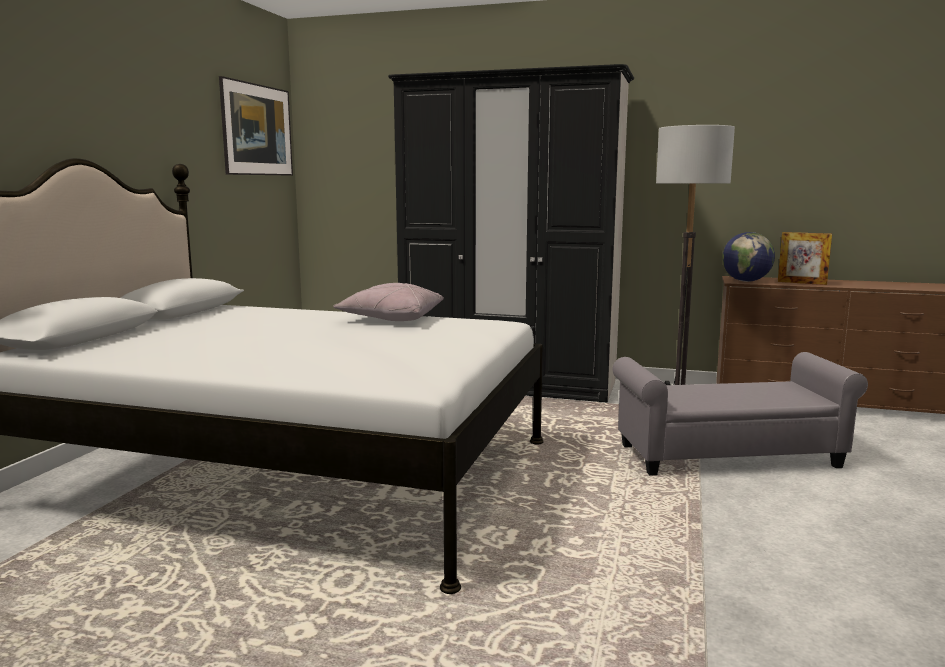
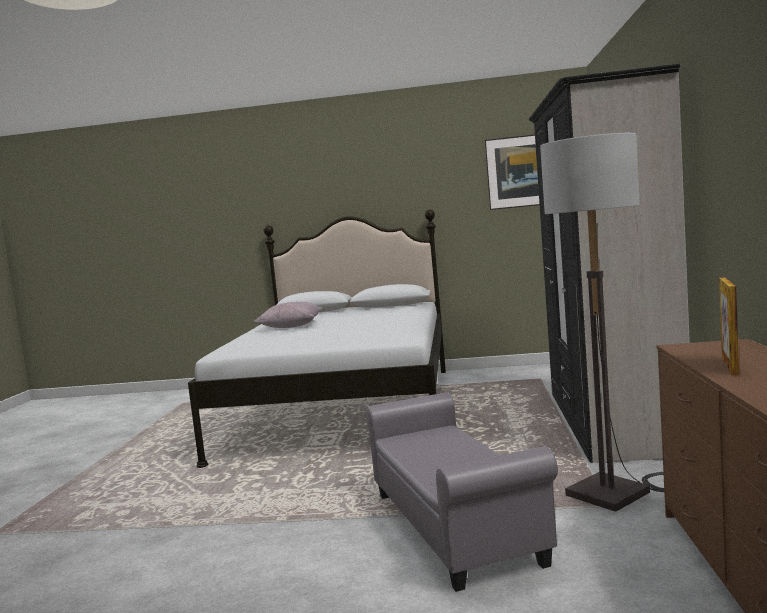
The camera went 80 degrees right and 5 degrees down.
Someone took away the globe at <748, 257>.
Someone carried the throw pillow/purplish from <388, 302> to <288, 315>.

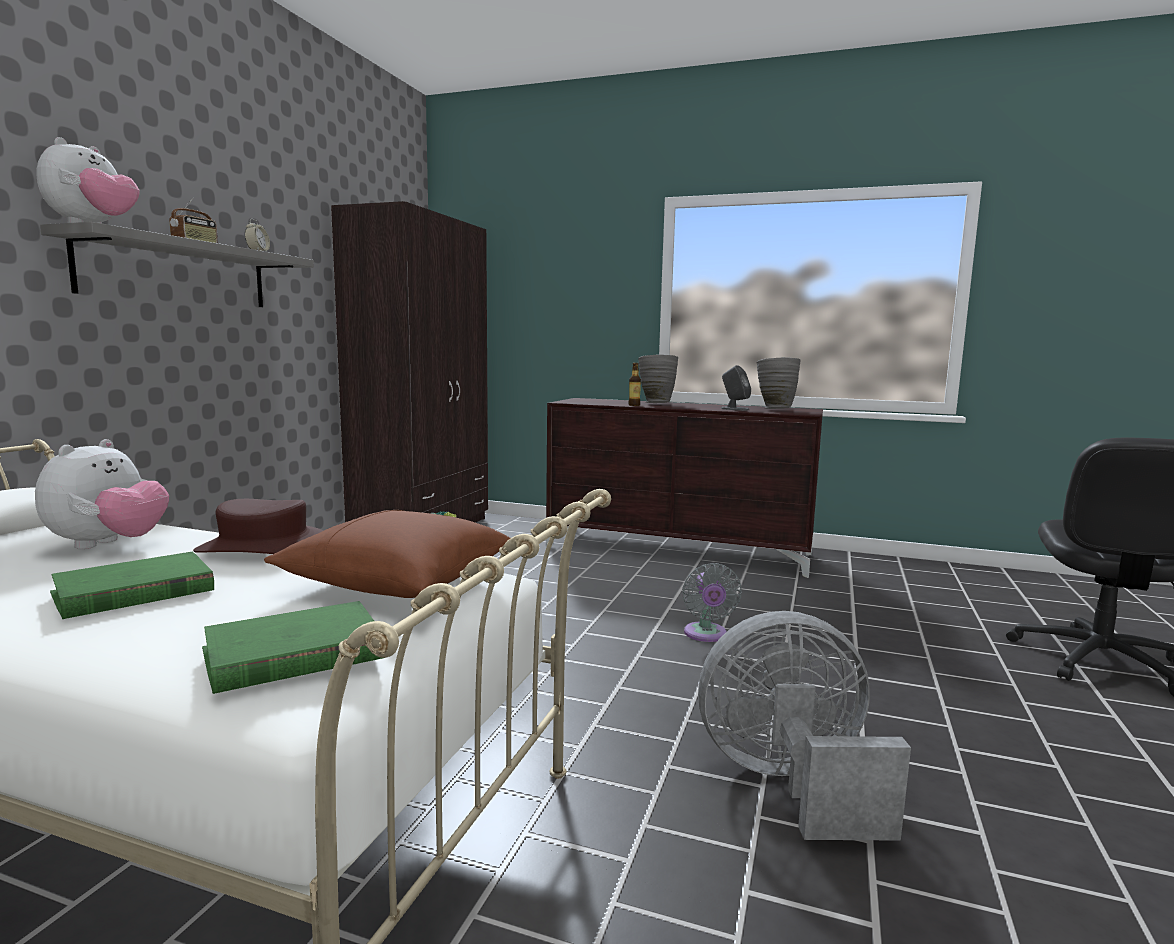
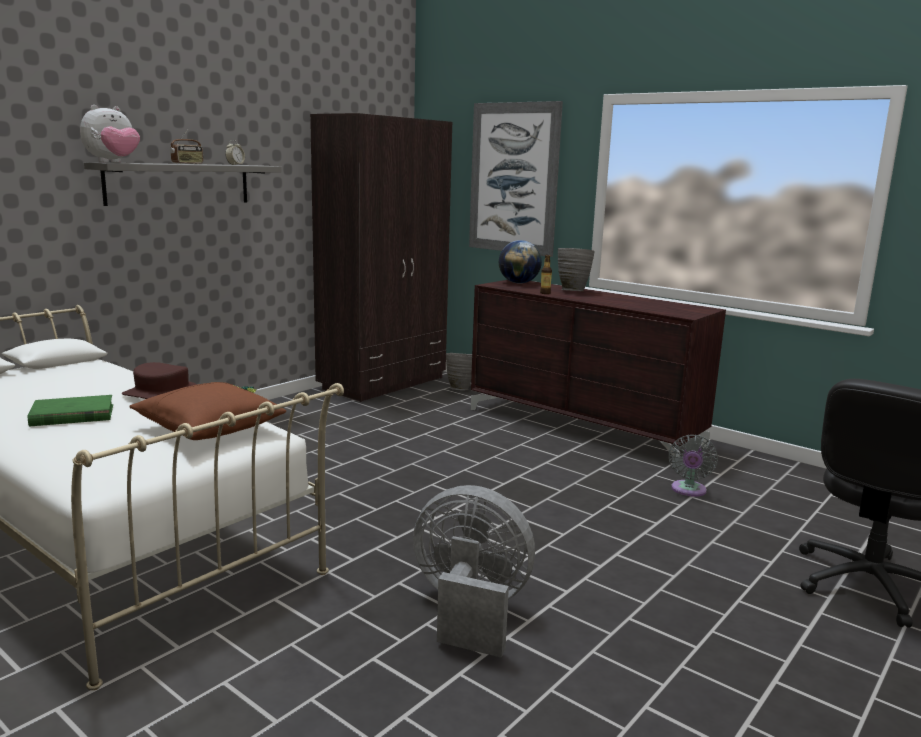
The camera went 20 degrees right and 5 degrees up.
Someone carried the decorative vase/gray from <778, 383> to <459, 371>.
Someone took away the loudspeaker/gray at <736, 388>.
Someone took away the soft toy at <102, 494>.
Someone carried the fan/gray from <712, 602> to <693, 466>.
Someone took away the volume/green-coloured at <292, 647>.
Someone put up the wall picture at <516, 179>.
Someone put down the globe at <520, 262>.

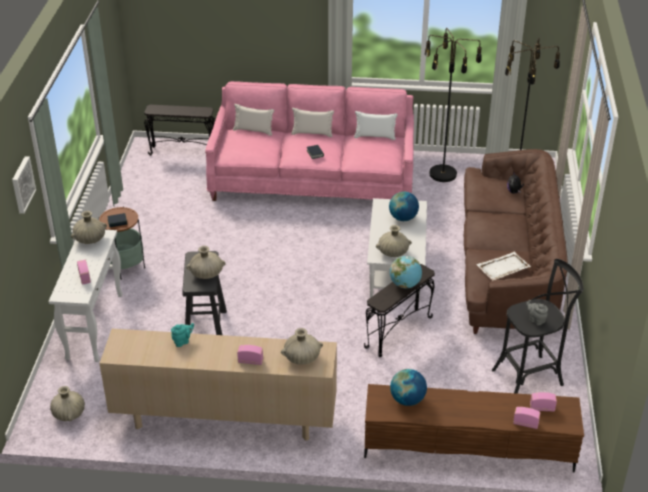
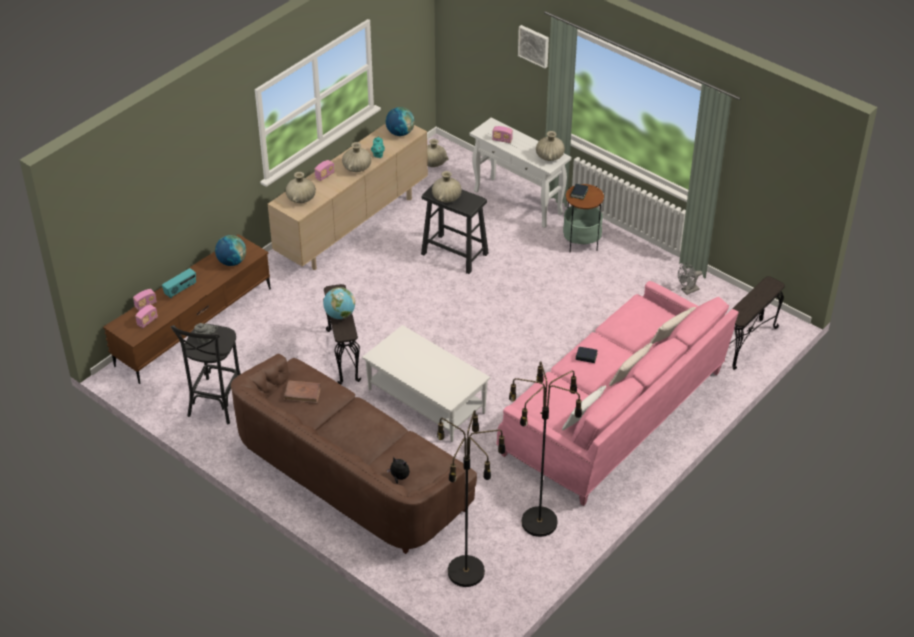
The camera went 125 degrees right and 5 degrees up.
Someone carried the globe from <404, 206> to <400, 121>.
Someone carried the decorative vase/beige from <394, 241> to <357, 157>.
Someone swapped the tray/white-coloured at <503, 266> for the volume/brownish at <302, 391>.
Someone put down the fan/gray at <690, 278>.
Someone put down the radio receiver at <179, 283>.

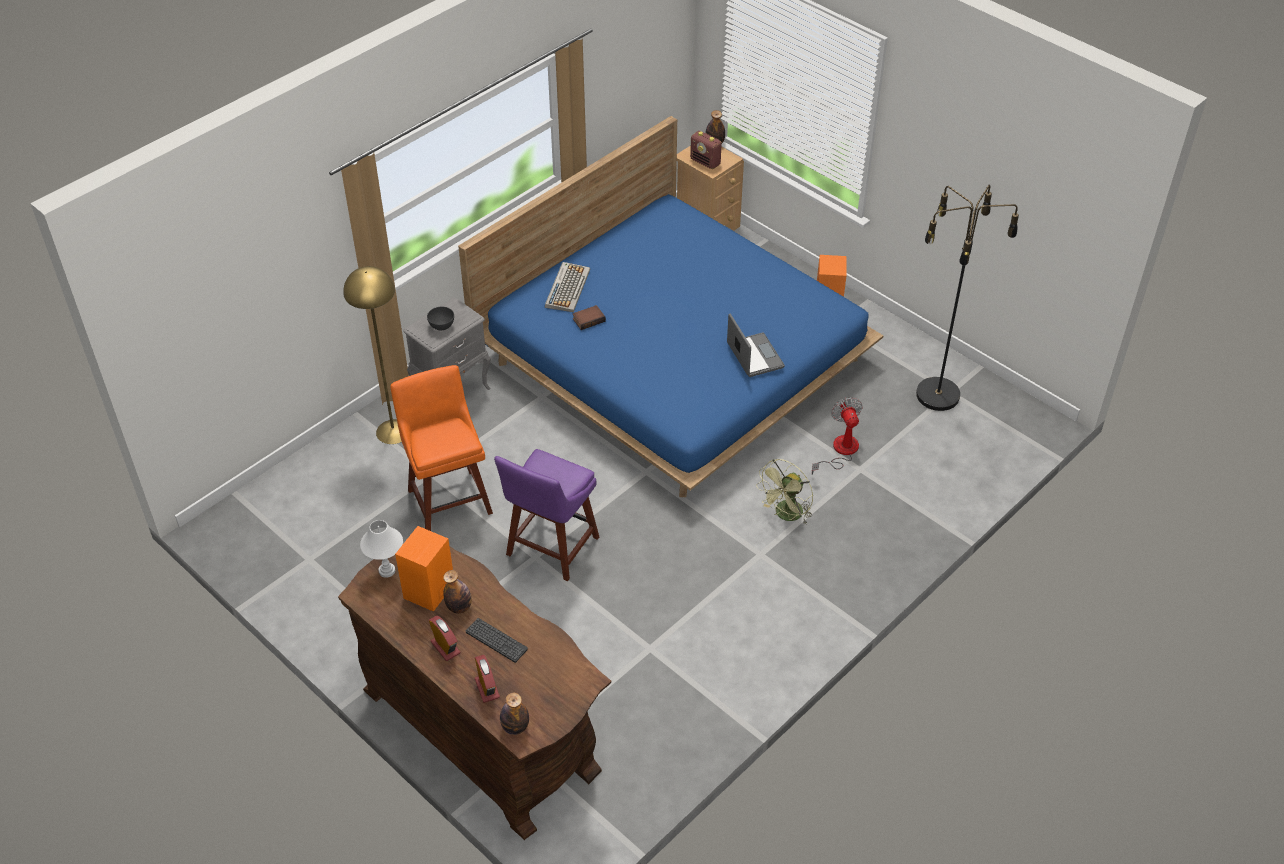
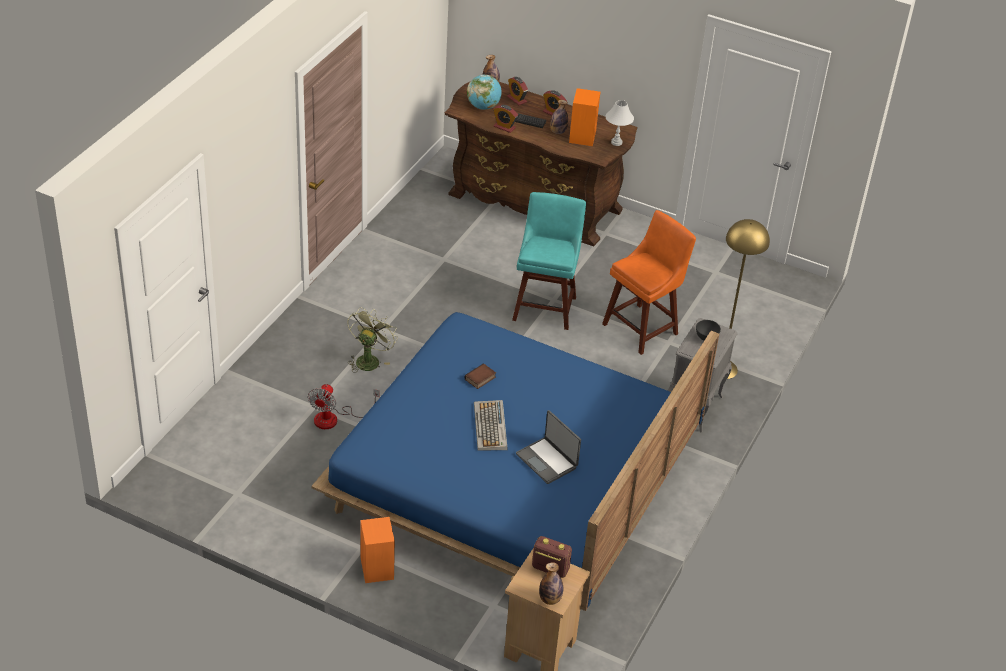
The camera went 160 degrees right and 5 degrees down.
Someone took away the standing lamp at <967, 297>.
Someone carried the computer keyboard from <567, 287> to <490, 425>.
Someone carried the volume from <589, 317> to <480, 376>.
Someone carried the laptop from <756, 345> to <548, 447>.
Someone rotated the chair/orange at <441, 448> by 90 degrees counterclockwise.
Someone rotated the fan at <837, 436> by 45 degrees clockwise.
Someone repainted the chair/purplish at <546, 515>, which became the chair/turquoise at <549, 261>.
Someone put down the globe at <484, 92>.
Someone put down the bedside clock at <505, 119>.

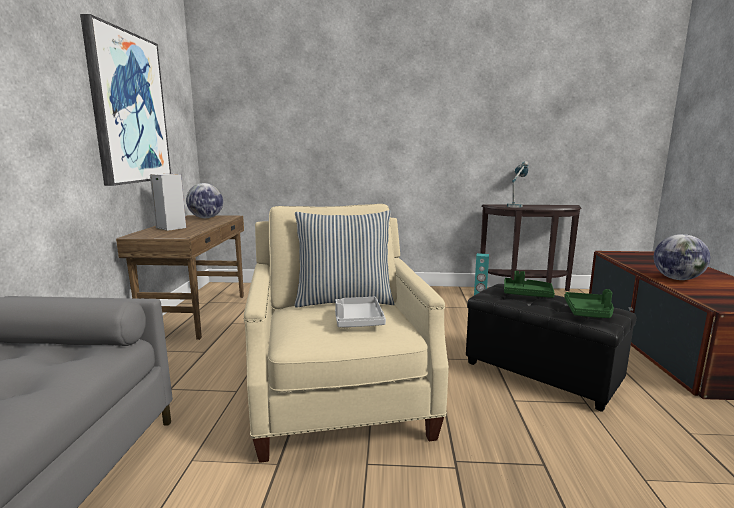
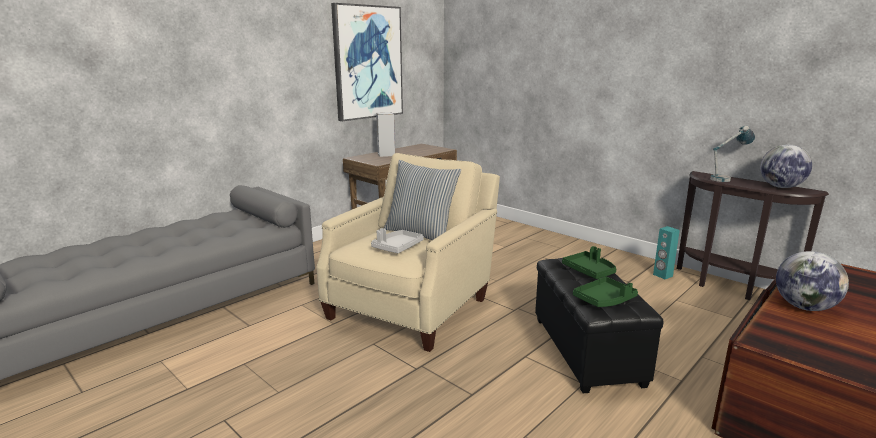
The camera went 40 degrees right and 5 degrees up.
Someone carried the globe from <204, 200> to <786, 166>.

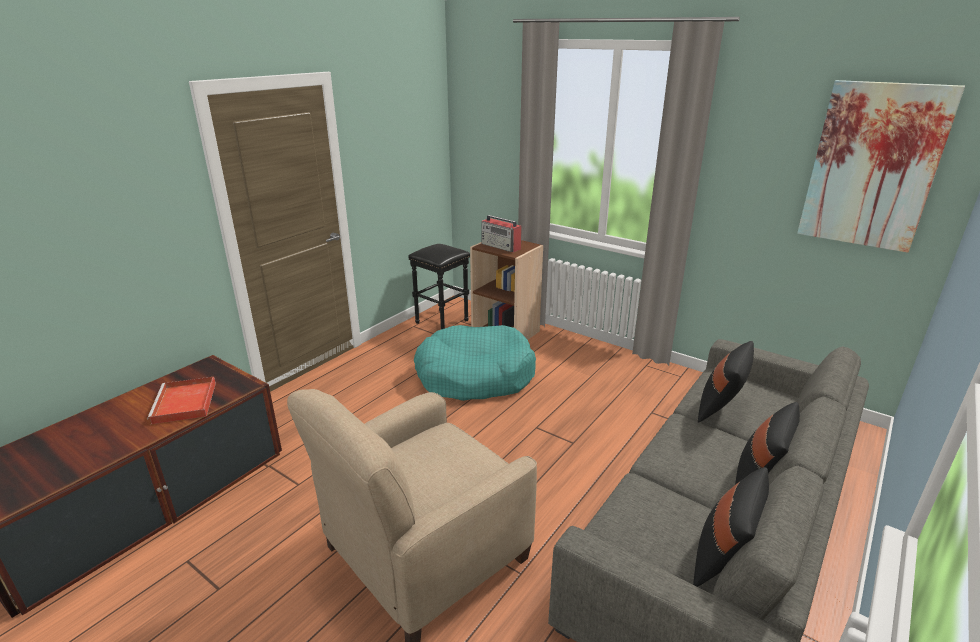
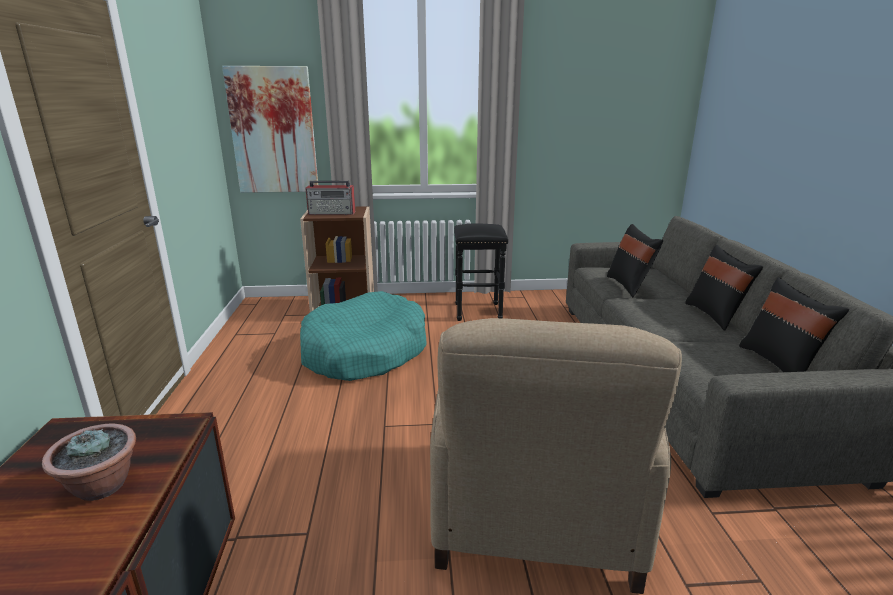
The camera went 40 degrees left and 5 degrees down.
Someone carried the wall picture from <881, 166> to <270, 129>.
Someone carried the stool/blackish from <439, 286> to <481, 272>.
Someone swapped the tray/reddish at <181, 400> for the plant in a pot at <89, 462>.

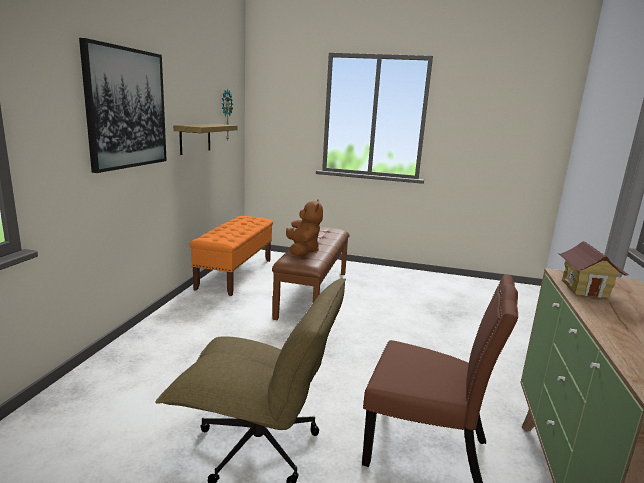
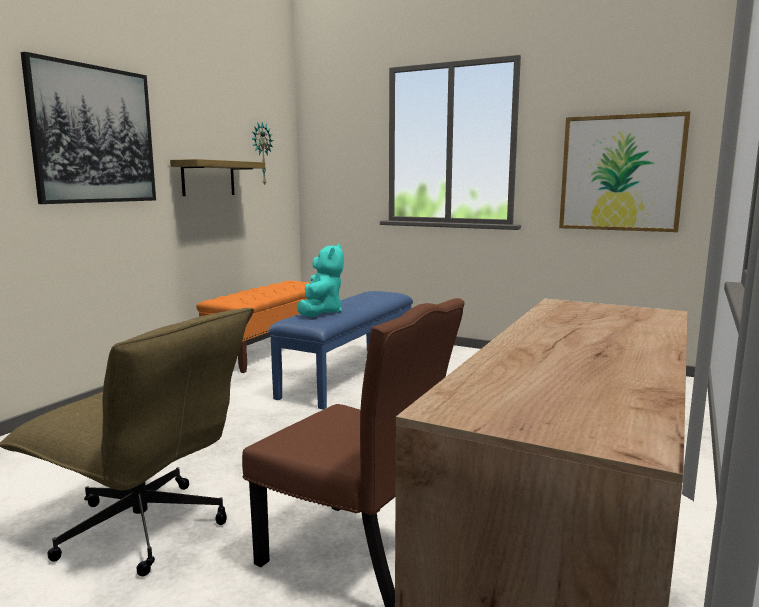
The camera went 15 degrees right and 5 degrees down.
Someone repainted the soft toy/brownish at <304, 228>, which became the soft toy/turquoise at <320, 280>.
Someone repainted the long seat/brownish at <310, 273>, which became the long seat/blue-coloured at <340, 350>.
Someone took away the toy house at <593, 269>.
Someone put up the wall picture at <624, 171>.

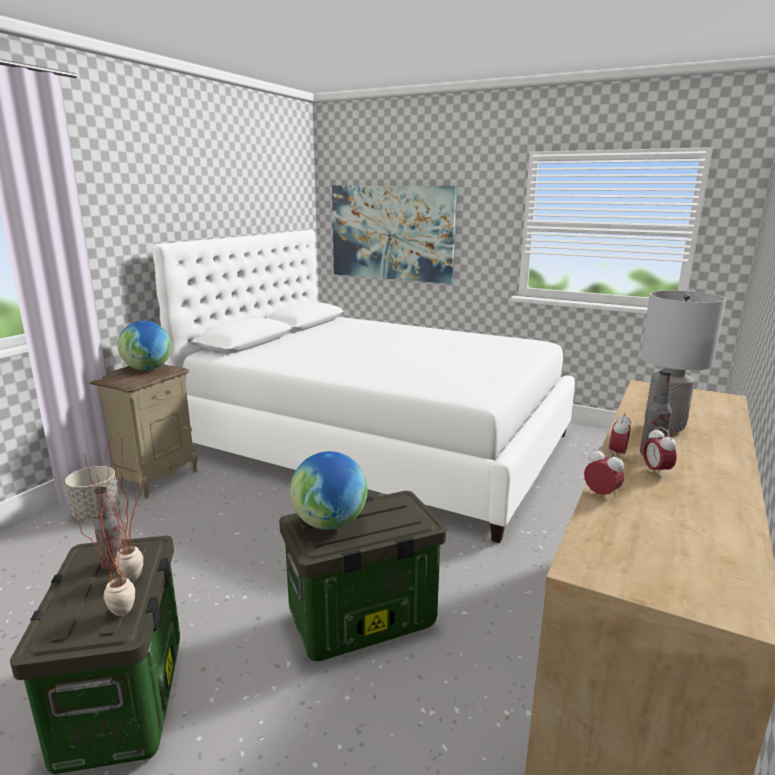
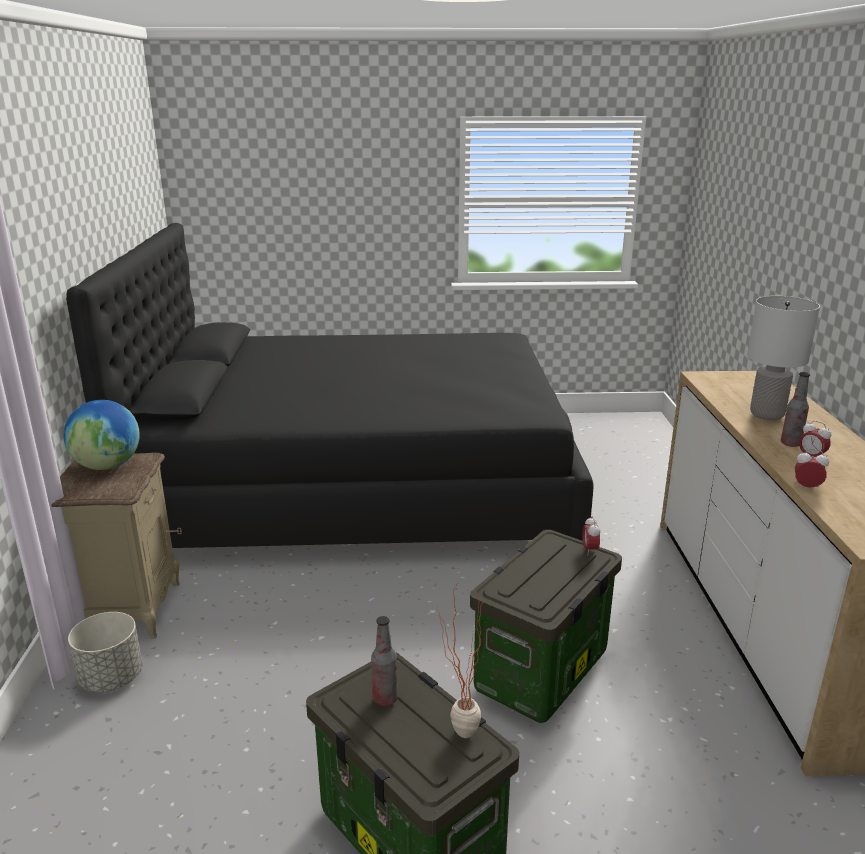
The camera went 30 degrees left and 5 degrees up.
Someone took away the wall picture at <394, 235>.
Someone repainted the bed/white-coloured at <363, 386>, which became the bed/blackish at <330, 385>.
Someone carried the bedside clock from <620, 435> to <591, 536>.
Someone took away the plant in a pot at <123, 506>.
Someone took away the globe at <329, 490>.

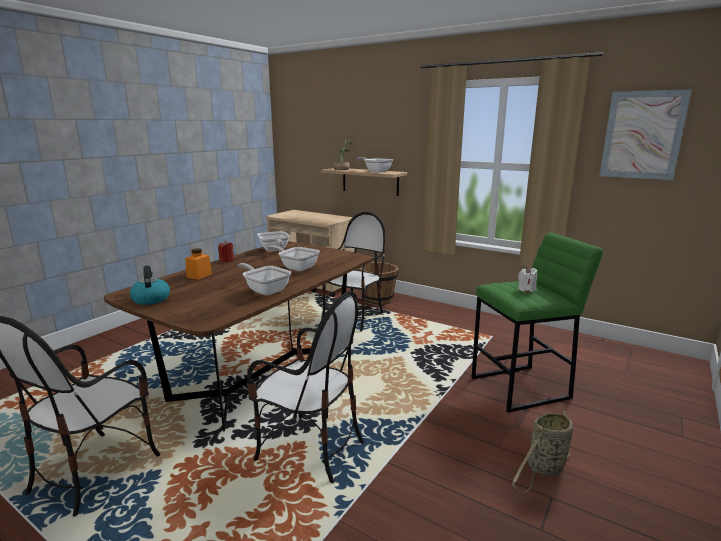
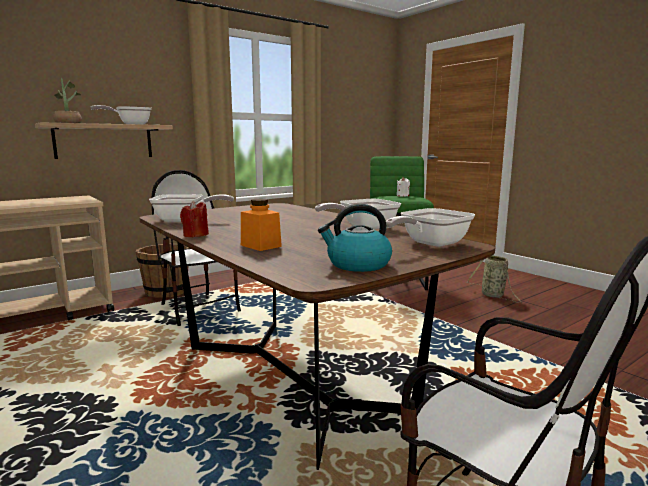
The camera went 70 degrees left and 5 degrees down.
Someone took away the wall picture at <645, 134>.
Someone carried the skillet from <293, 258> to <430, 227>.
Someone took away the chair at <305, 387>.

